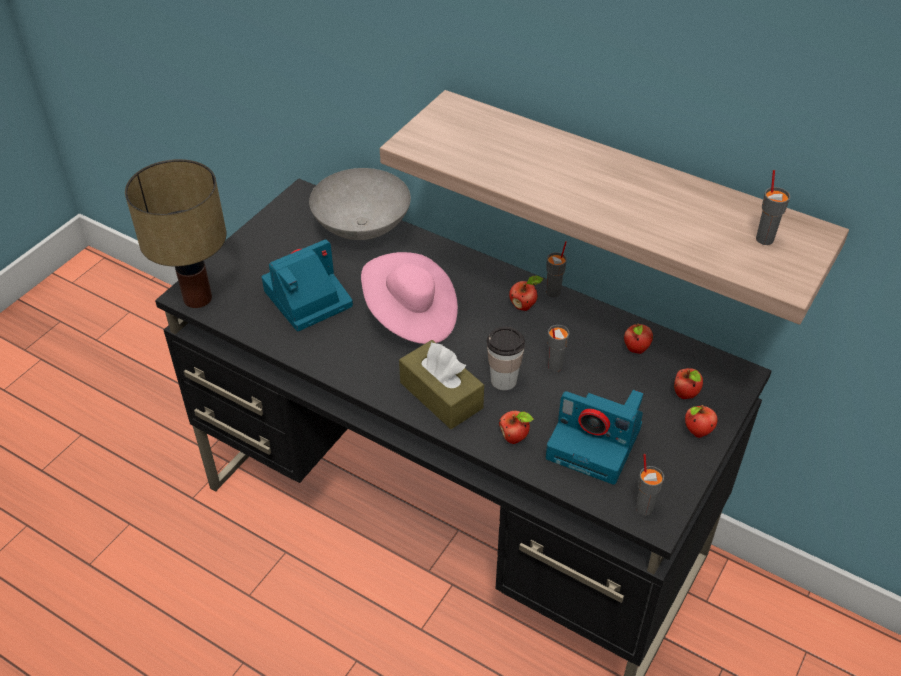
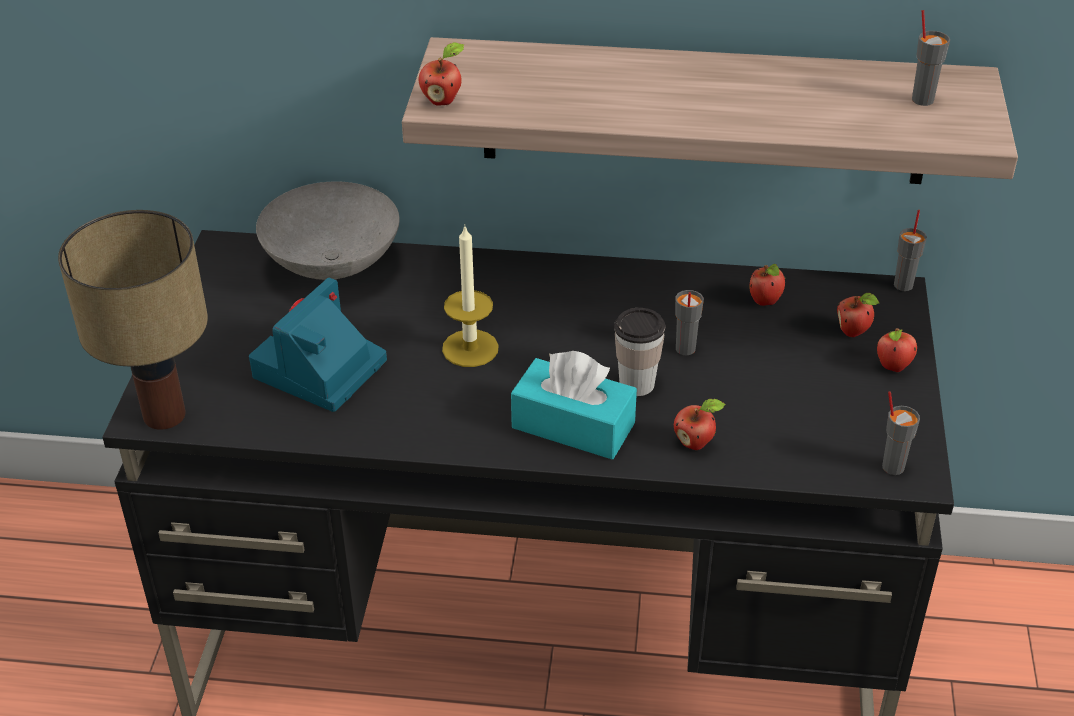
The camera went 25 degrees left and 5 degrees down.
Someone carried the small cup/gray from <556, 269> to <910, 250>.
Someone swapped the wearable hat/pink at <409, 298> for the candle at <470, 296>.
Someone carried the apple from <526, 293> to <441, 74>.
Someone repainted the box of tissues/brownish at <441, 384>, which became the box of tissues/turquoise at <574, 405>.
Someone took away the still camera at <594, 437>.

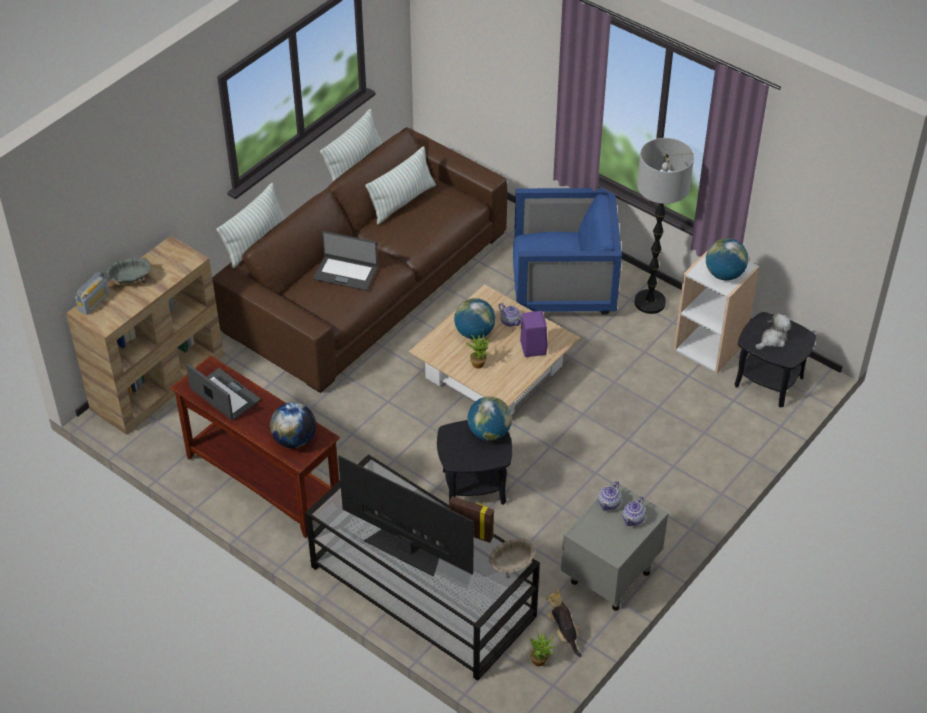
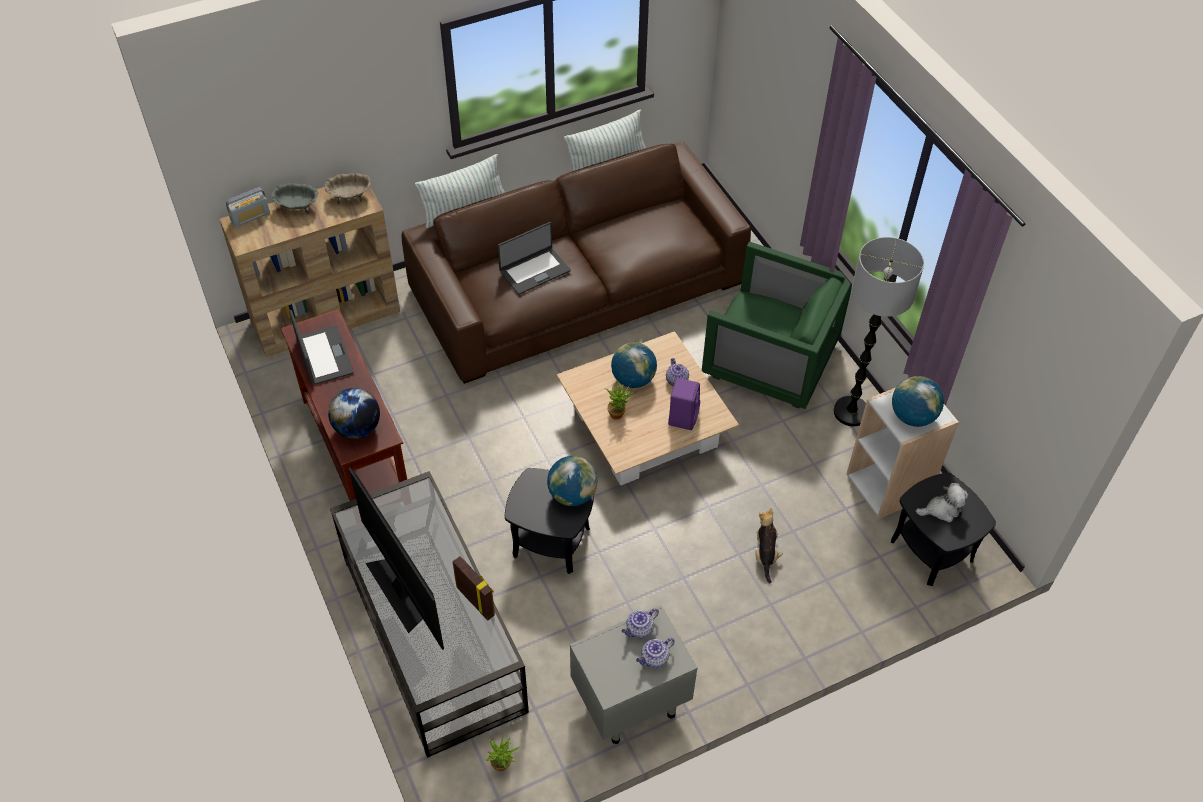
The camera went 25 degrees right and 5 degrees up.
Someone took away the throw pillow at <401, 185>.
Someone repainted the lounge chair/blue-coloured at <567, 251>, which became the lounge chair/green-coloured at <776, 325>.
Someone rotated the laptop at <345, 261> by 75 degrees counterclockwise.
Someone carried the deep dish/beige from <511, 558> to <348, 188>.
Someone carried the soft toy from <564, 622> to <769, 545>.

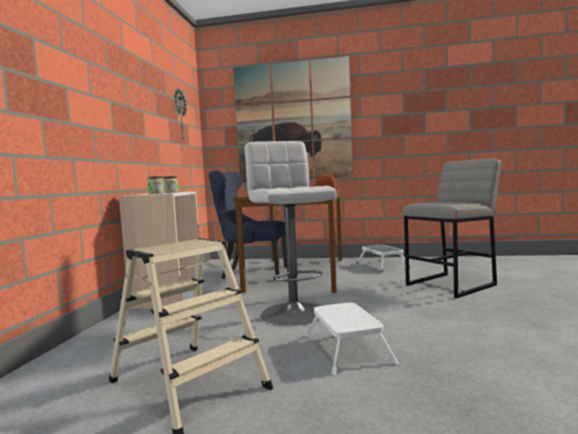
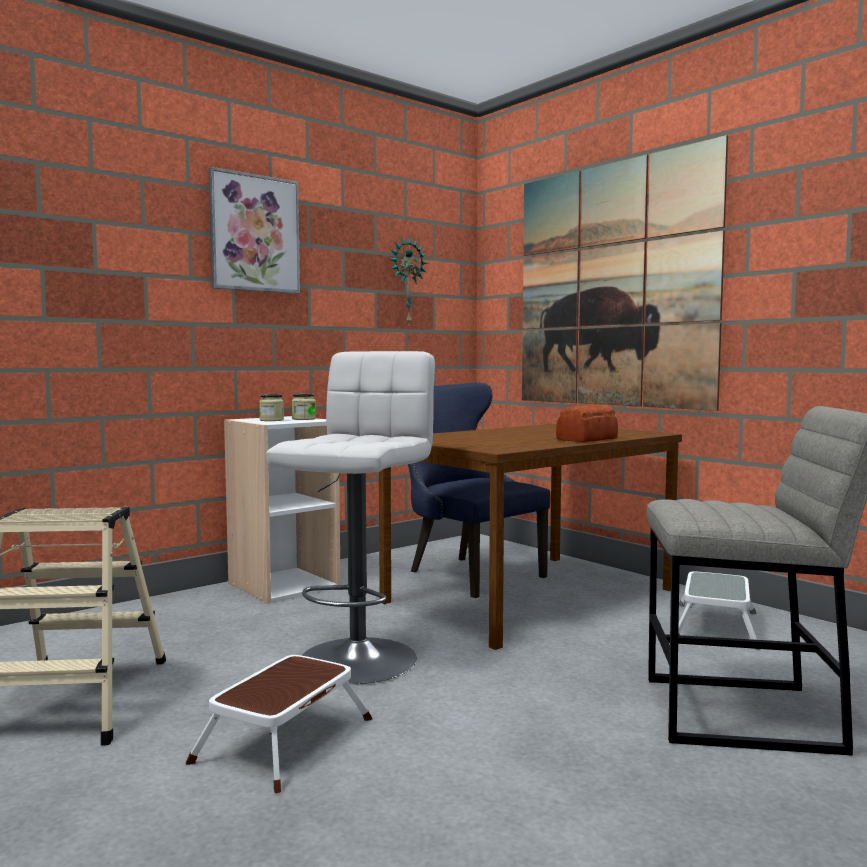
The camera went 40 degrees right and 0 degrees up.
Someone repainted the step stool/white-coloured at <351, 339>, which became the step stool/brownish at <279, 724>.
Someone put up the wall picture at <254, 230>.

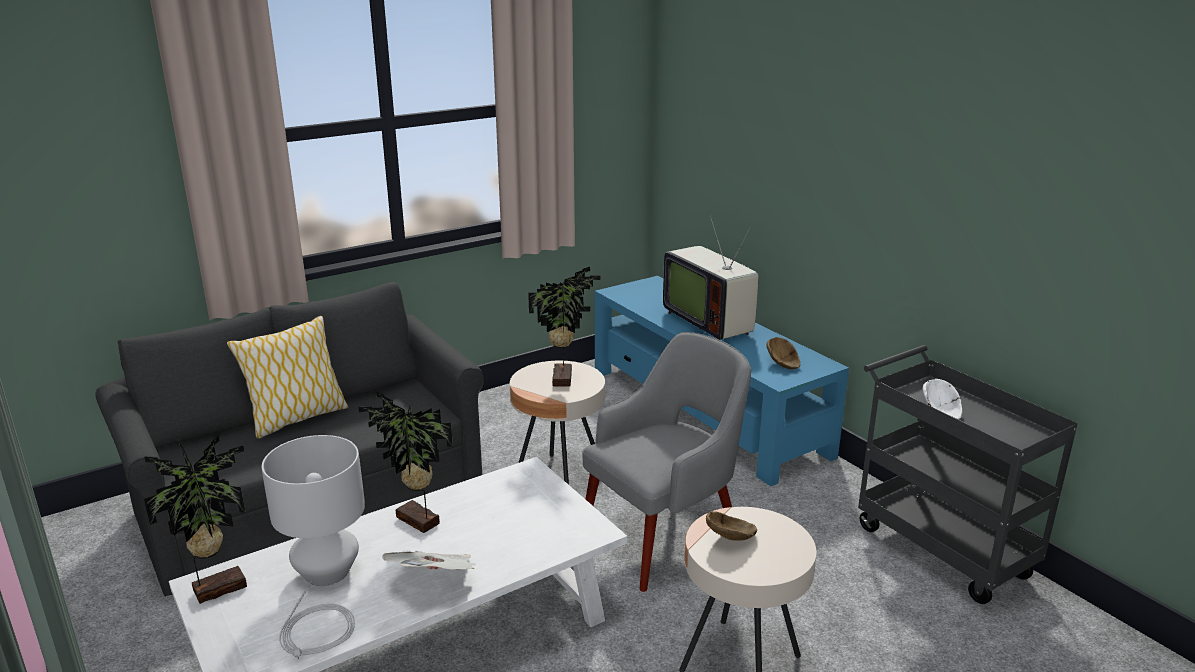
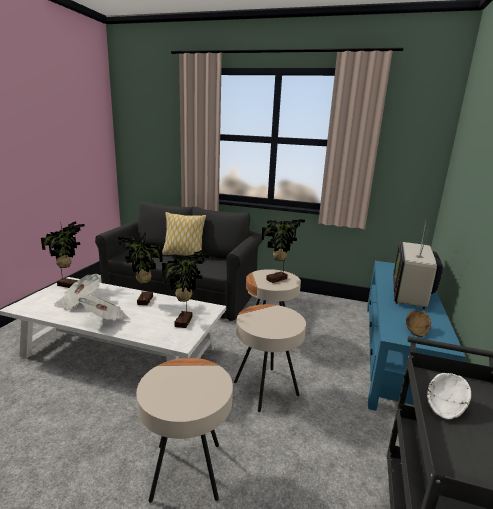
The camera went 50 degrees right and 5 degrees down.
Someone swapped the lounge chair/gray at <667, 462> for the side table/beige at <270, 358>.
Someone swapped the tabletop lamp/gray at <313, 547> for the newspaper at <77, 292>.
Someone took away the deep dish/brownish at <731, 526>.
Someone put down the plant in a pot at <186, 288>.

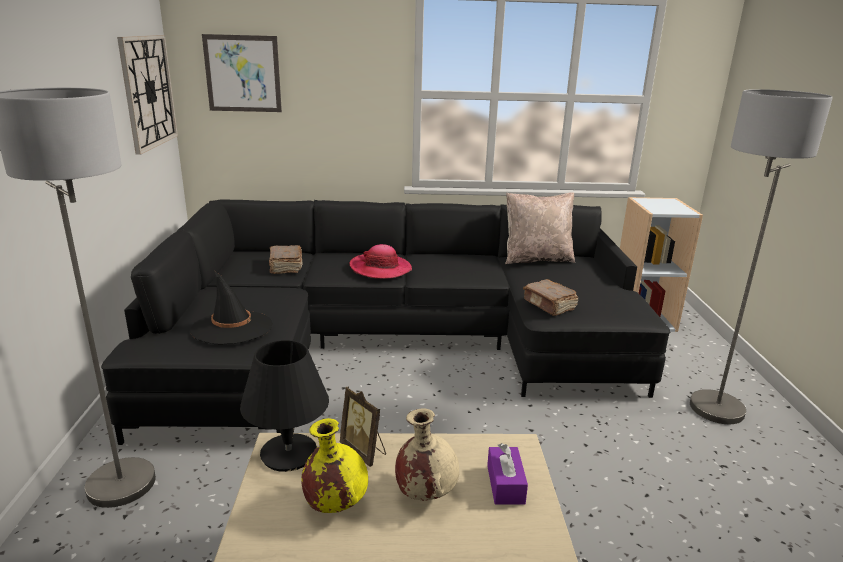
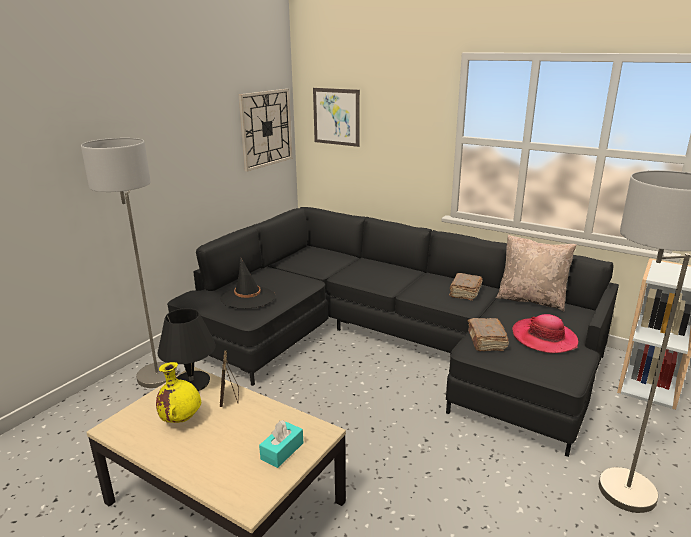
The camera went 35 degrees right and 0 degrees up.
Someone carried the wearable hat from <380, 261> to <545, 333>.
Someone carried the volume/brownish from <285, 259> to <466, 287>.
Someone took away the decorative vase/beige at <427, 455>.
Someone repainted the box of tissues/purplish at <507, 474>, which became the box of tissues/turquoise at <281, 444>.

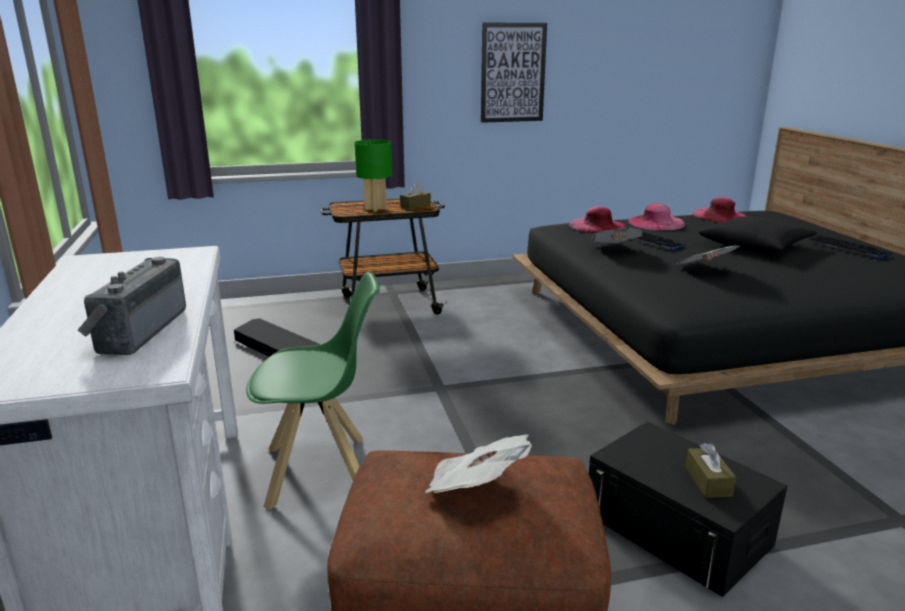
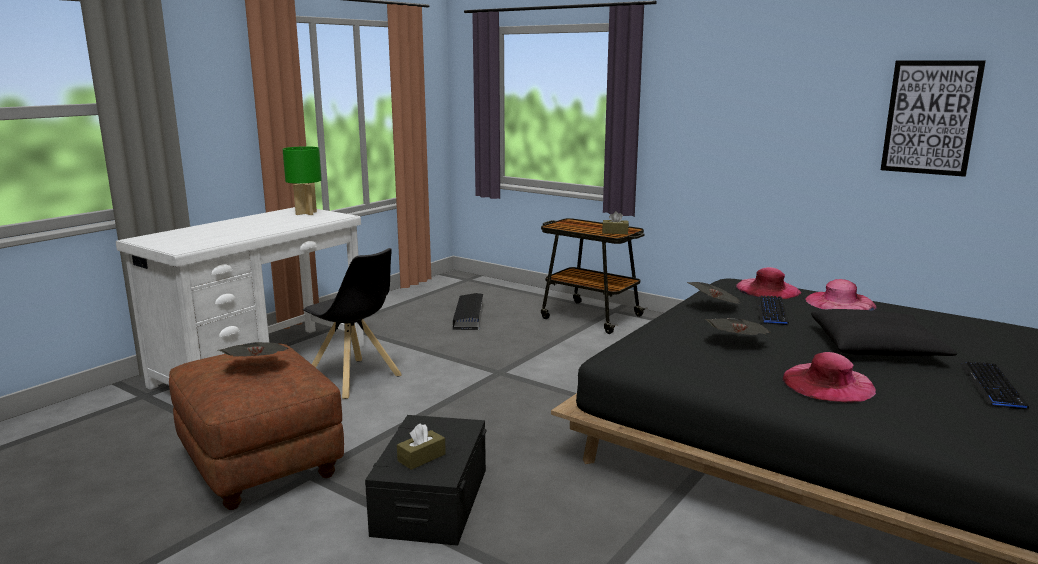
The camera went 50 degrees right and 5 degrees down.
Someone carried the wall picture from <514, 73> to <933, 118>.
Someone carried the tabletop lamp/green-coloured from <373, 175> to <302, 180>.
Someone carried the wearable hat/pink from <719, 210> to <829, 377>.
Someone took away the radio receiver at <132, 306>.
Someone repainted the chair/green-coloured at <313, 391>, which became the chair/blackish at <352, 323>.

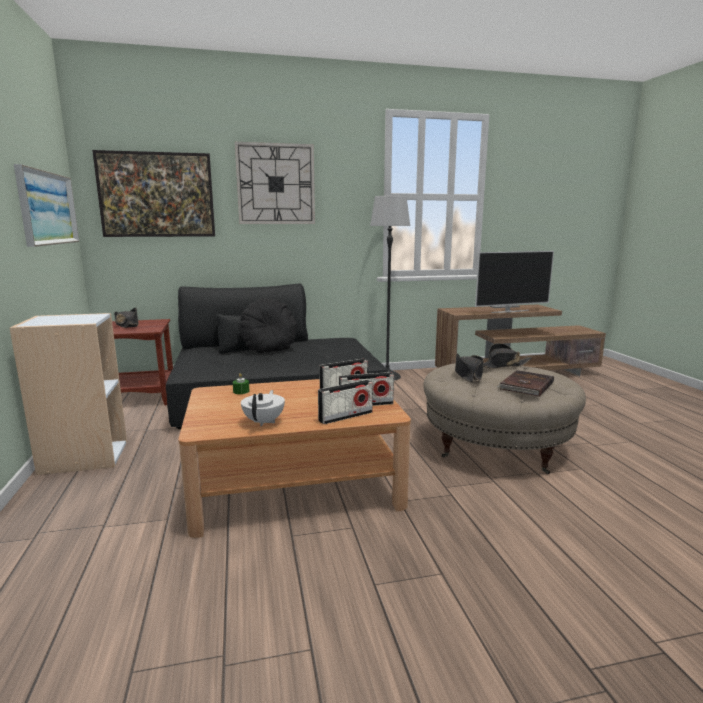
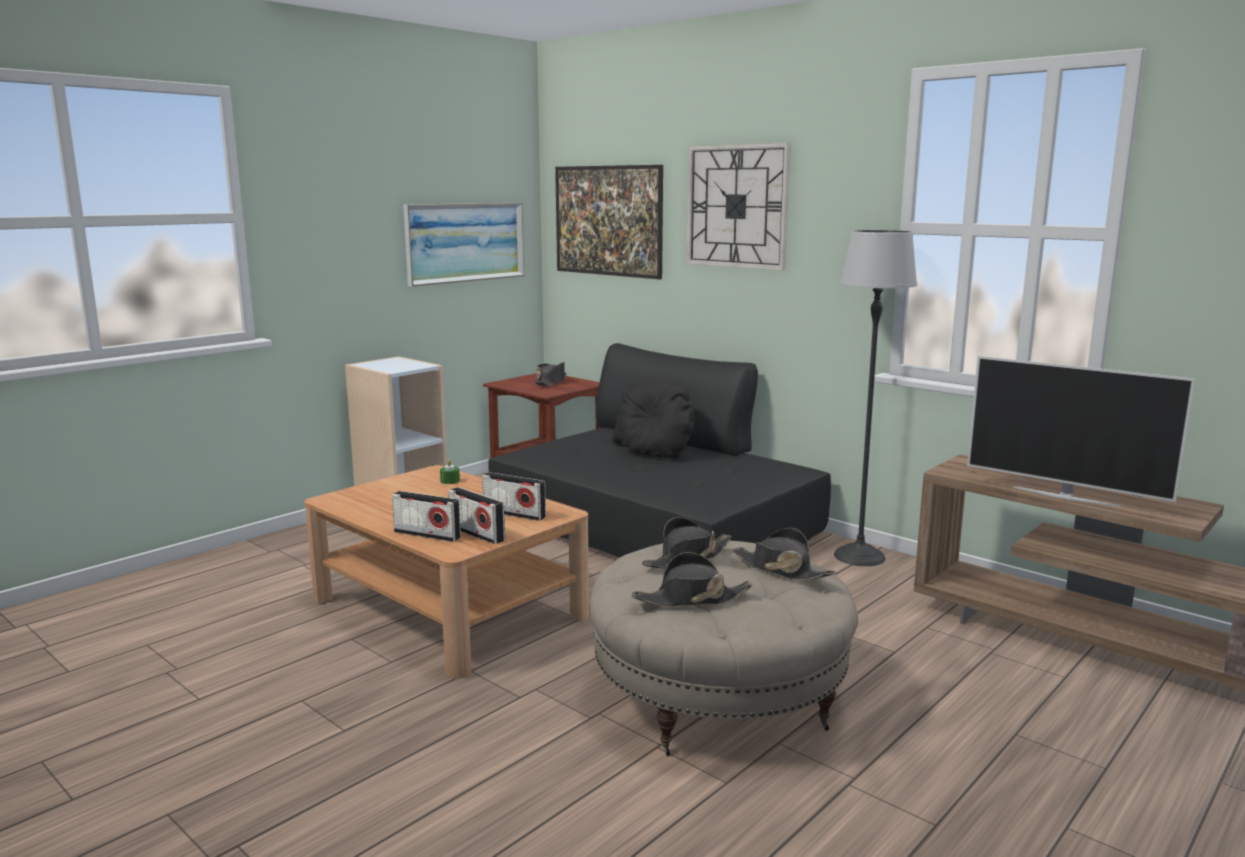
The camera went 55 degrees right and 0 degrees up.
Someone swapped the volume/brownish at <525, 383> for the wearable hat/blackish at <692, 579>.
Someone took away the pot for tea/white-coloured at <263, 408>.

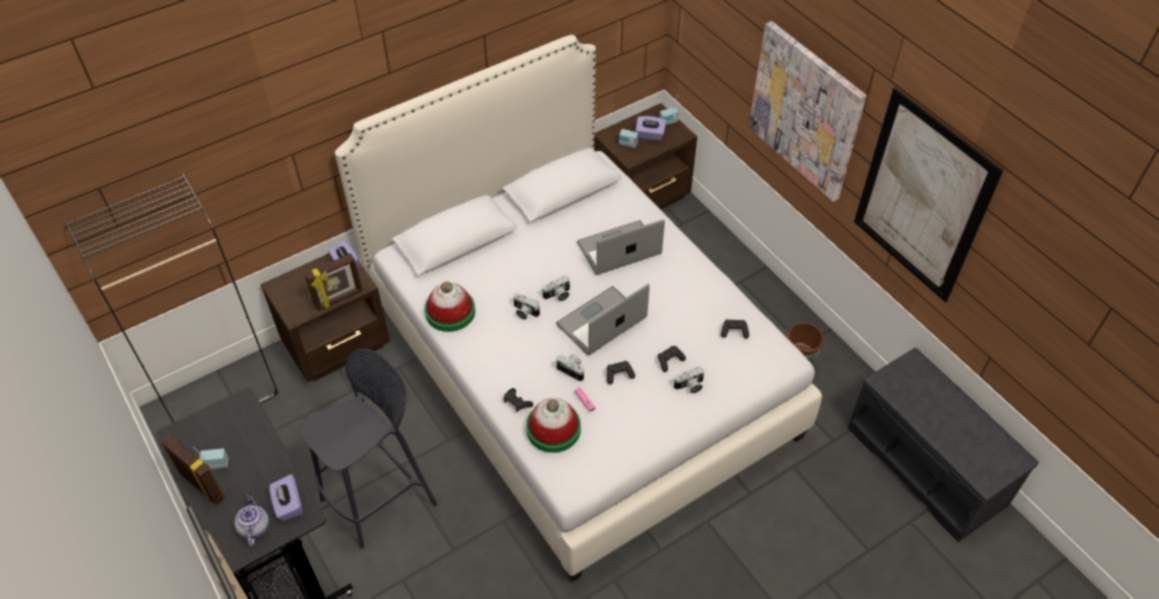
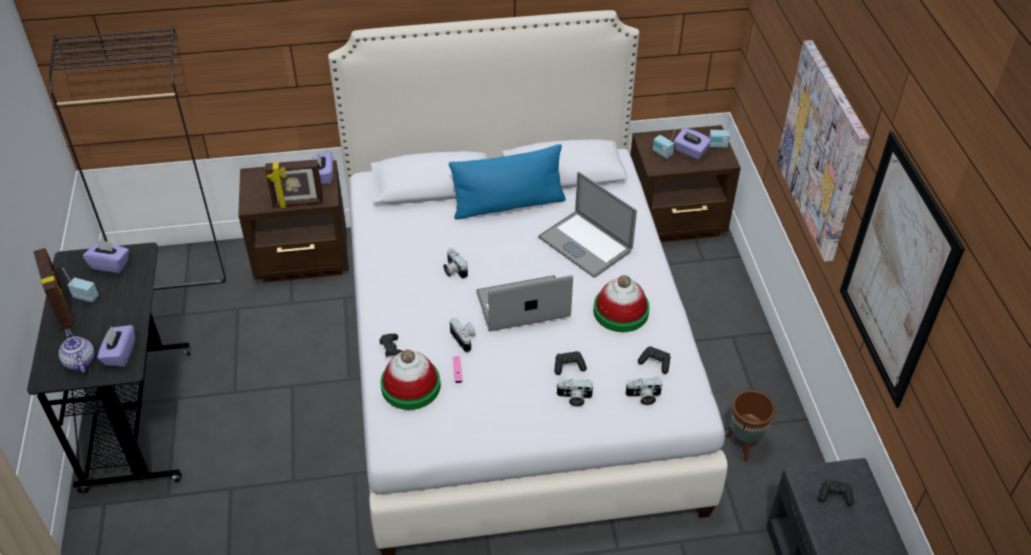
The camera went 25 degrees right and 5 degrees down.
Someone rotated the laptop at <621, 247> by 135 degrees counterclockwise.
Someone carried the still camera from <556, 288> to <644, 391>.
Someone carried the wearable hat from <450, 307> to <621, 303>.
Someone took away the stool/gray at <369, 449>.
Someone carried the game controller/blackish from <621, 372> to <836, 493>.
Someone rotated the pot for tea at <251, 520> by 45 degrees counterclockwise.
Someone put down the throw pillow/blue-coloured at <507, 182>.
Someone put down the box of tissues/purplish at <106, 256>.

